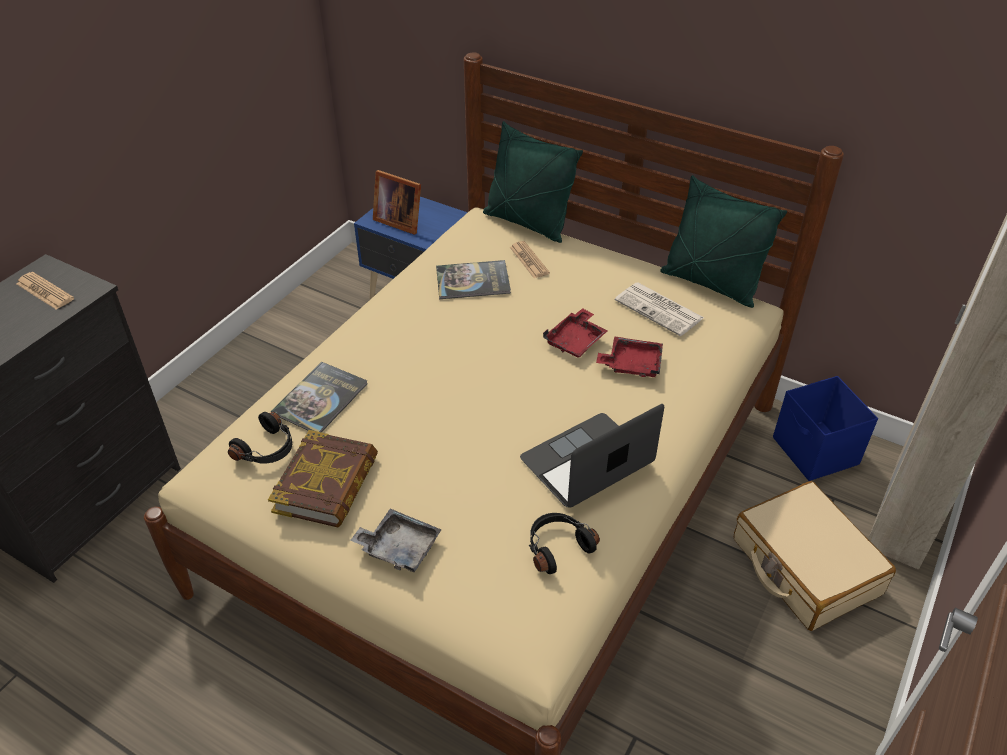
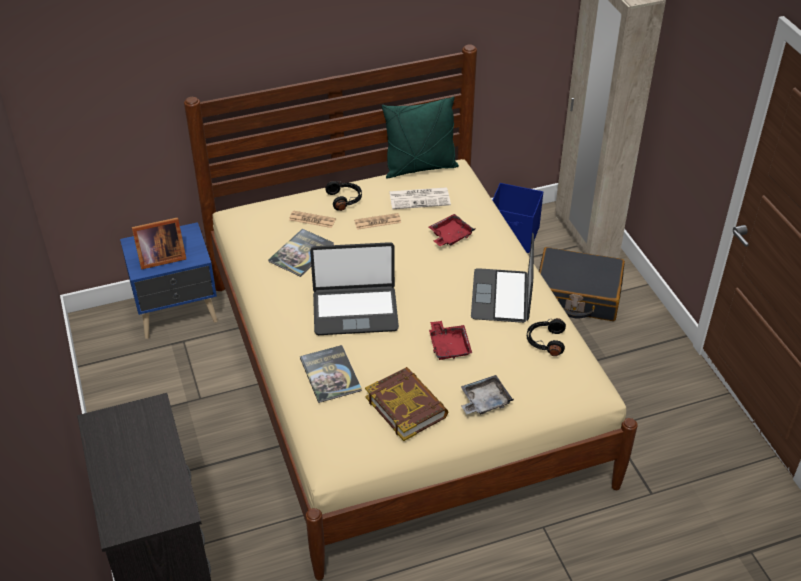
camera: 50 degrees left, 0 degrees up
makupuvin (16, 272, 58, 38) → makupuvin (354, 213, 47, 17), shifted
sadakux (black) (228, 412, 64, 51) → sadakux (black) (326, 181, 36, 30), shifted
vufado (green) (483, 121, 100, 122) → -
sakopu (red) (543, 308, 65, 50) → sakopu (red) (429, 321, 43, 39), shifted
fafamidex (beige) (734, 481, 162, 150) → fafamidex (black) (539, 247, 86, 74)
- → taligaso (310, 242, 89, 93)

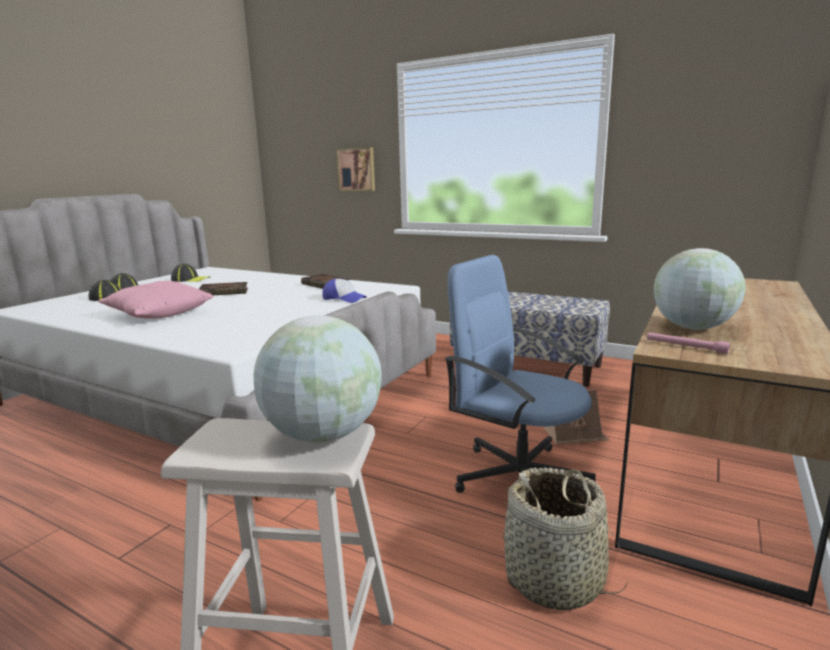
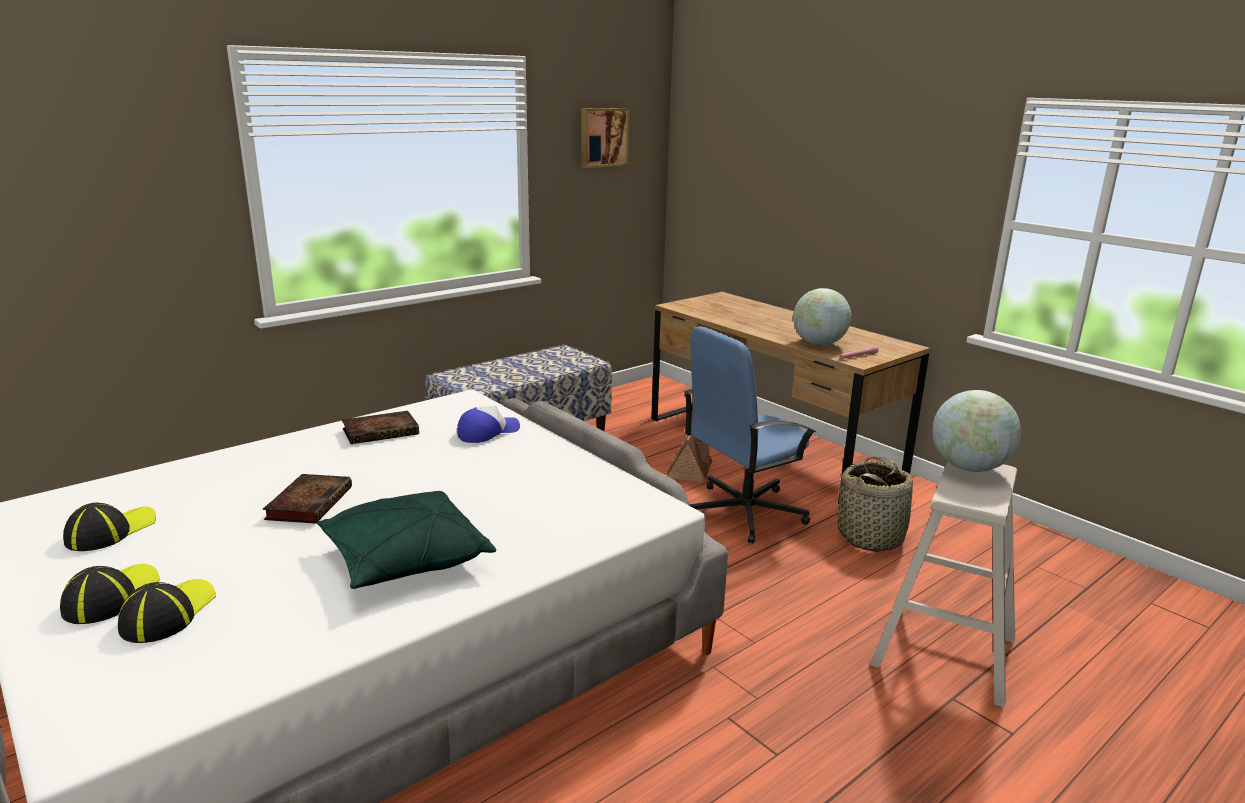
camera: 70 degrees left, 5 degrees up
vufado (pink) (98, 281, 116, 38) → vufado (green) (317, 491, 179, 98)
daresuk (337, 147, 38, 44) → daresuk (581, 108, 48, 60), shifted

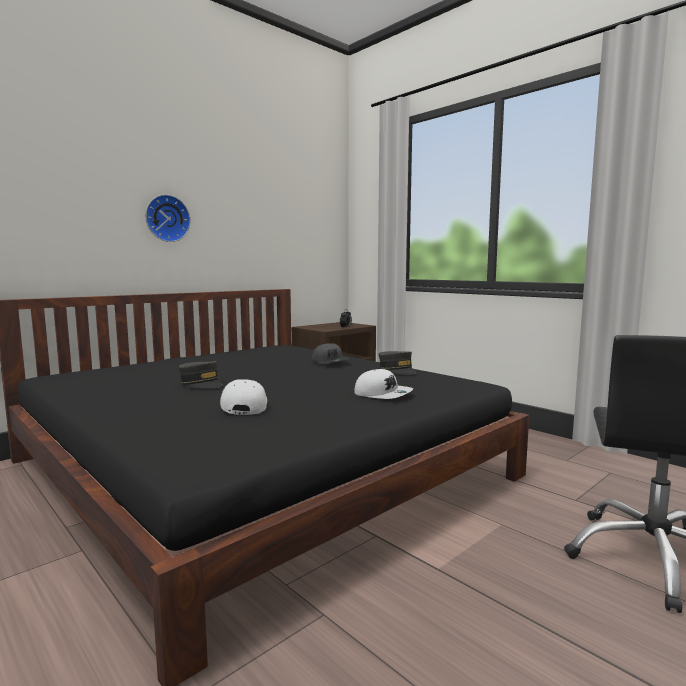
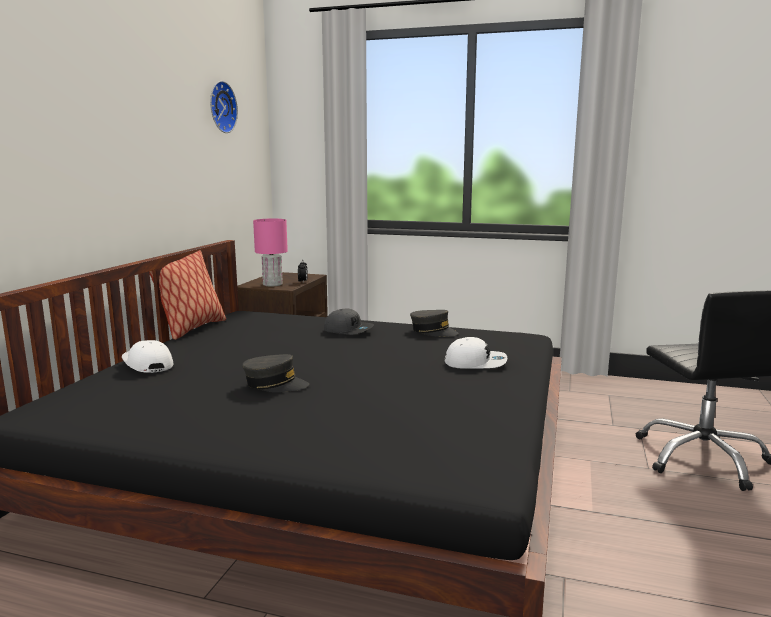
camera: 30 degrees left, 5 degrees up
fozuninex (145, 194, 45, 48) → fozuninex (210, 81, 28, 52), shifted
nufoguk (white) (220, 379, 47, 36) → nufoguk (white) (122, 340, 51, 33), shifted
- → vufado (149, 250, 77, 90)
- → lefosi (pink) (253, 219, 35, 68)

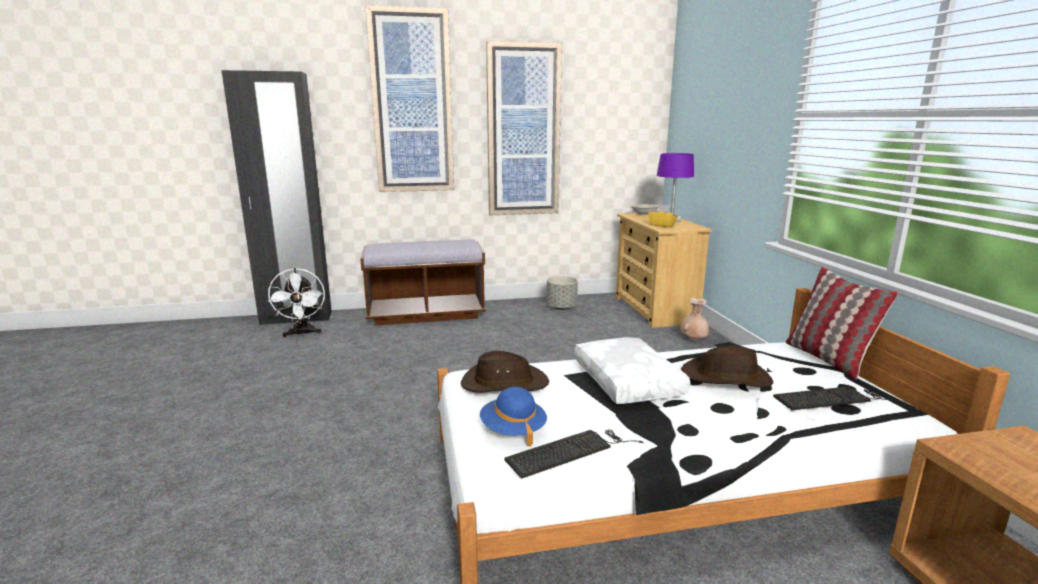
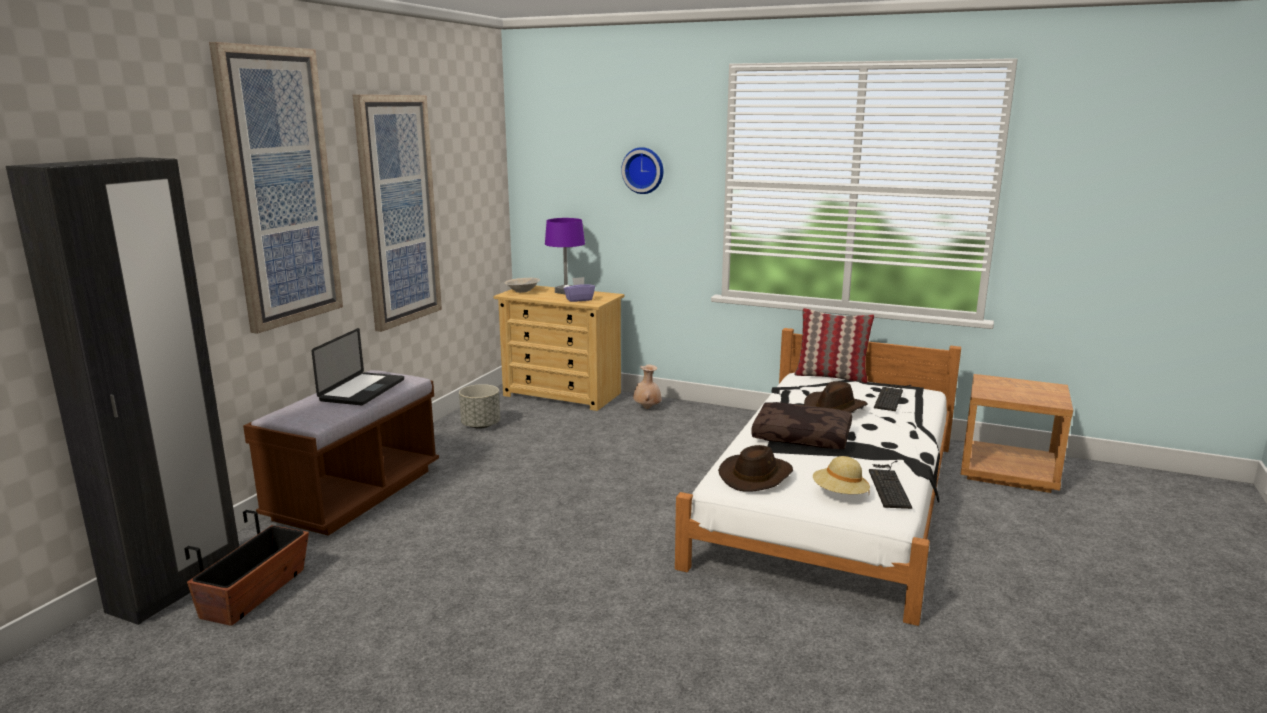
camera: 55 degrees left, 0 degrees up
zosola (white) (268, 268, 57, 69) → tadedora (184, 510, 125, 116)
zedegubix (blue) (480, 387, 67, 59) → zedegubix (beige) (813, 456, 57, 38)
vufado (white) (574, 337, 116, 67) → vufado (brown) (751, 402, 101, 47)
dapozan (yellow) (648, 205, 30, 22) → dapozan (purple) (564, 277, 31, 25)
- → taligaso (312, 328, 92, 77)
- → fozuninex (621, 147, 42, 47)

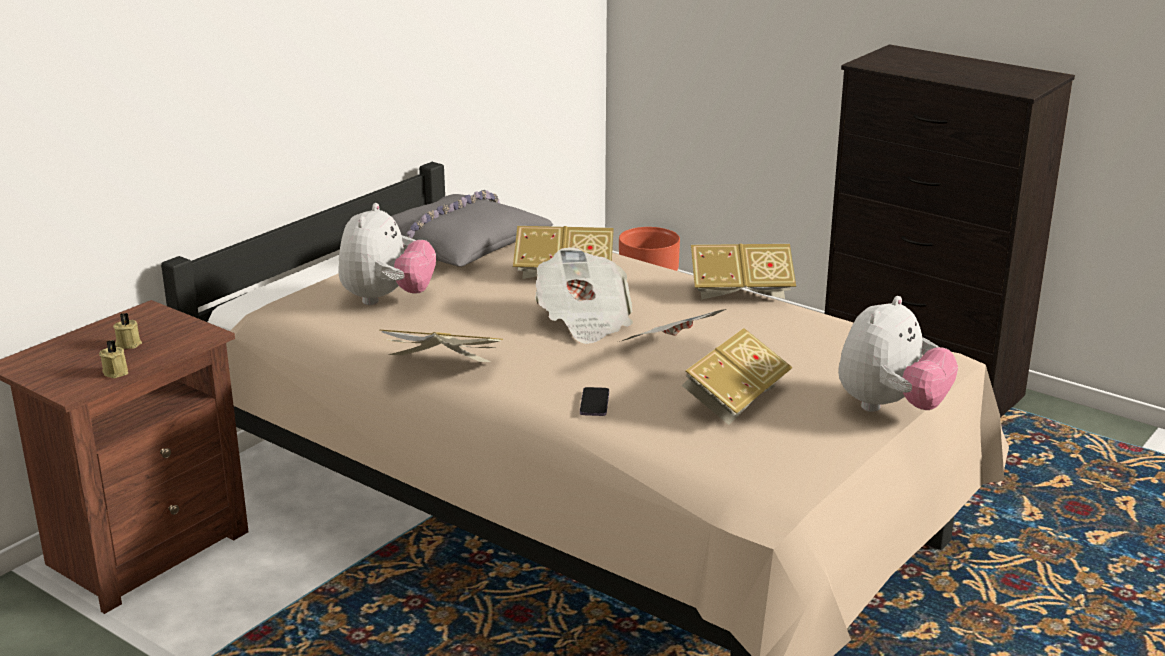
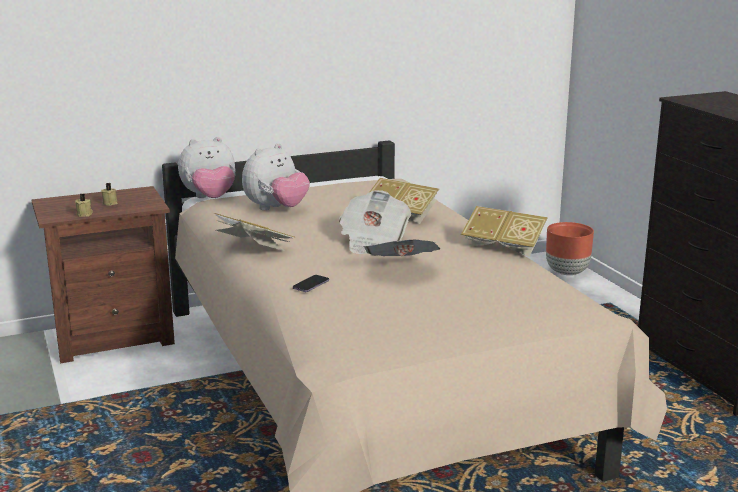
camera: 30 degrees right, 5 degrees down
vufado (grey) (391, 190, 162, 77) → -
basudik (682, 328, 111, 97) → -
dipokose (838, 296, 120, 116) → dipokose (178, 137, 58, 61), shifted

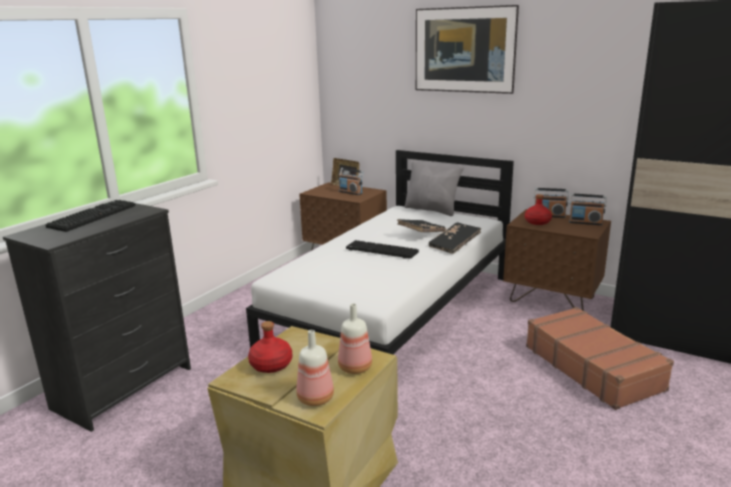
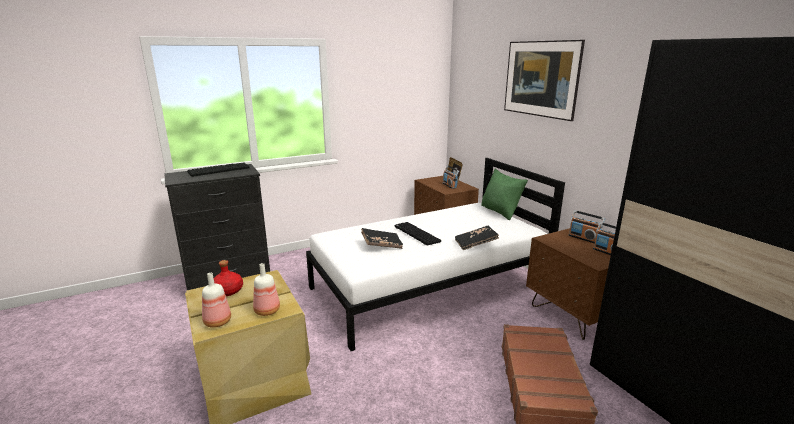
camera: 30 degrees right, 0 degrees up
basudik (black) (397, 219, 49, 13) → basudik (black) (361, 228, 42, 21), shifted
vufado (grey) (405, 161, 59, 55) → vufado (green) (481, 169, 47, 51)
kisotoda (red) (525, 194, 27, 31) → -

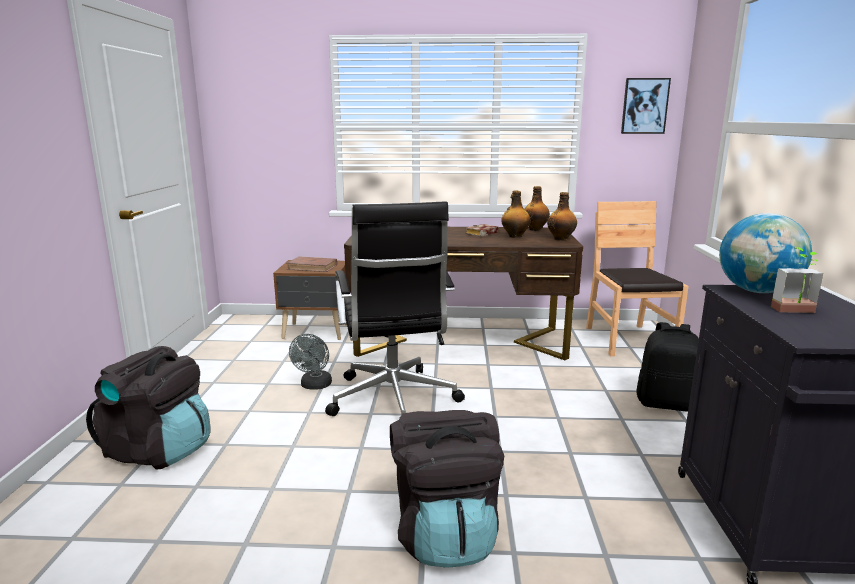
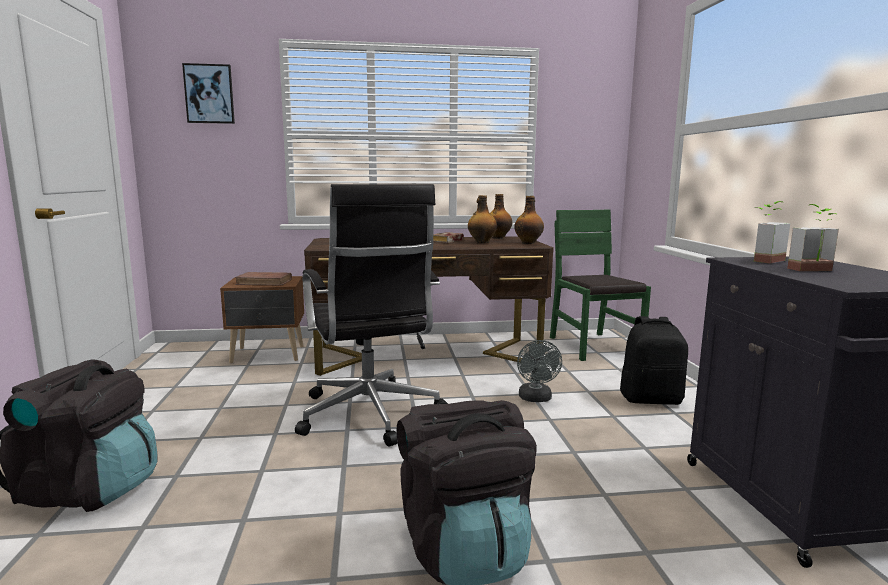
camera: 10 degrees left, 5 degrees down
zosola (grey) (289, 334, 43, 56) → zosola (grey) (517, 340, 45, 62), shifted
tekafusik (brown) (586, 201, 103, 155) → tekafusik (green) (550, 209, 101, 152)
daresuk (621, 78, 50, 56) → daresuk (182, 63, 53, 61), shifted
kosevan (719, 213, 93, 80) → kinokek (754, 201, 36, 62)

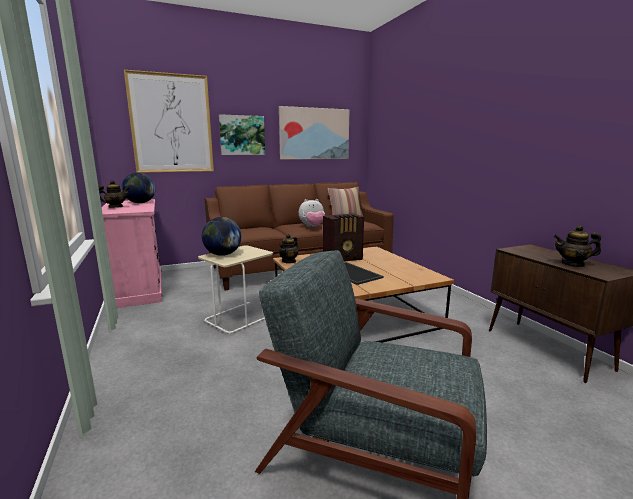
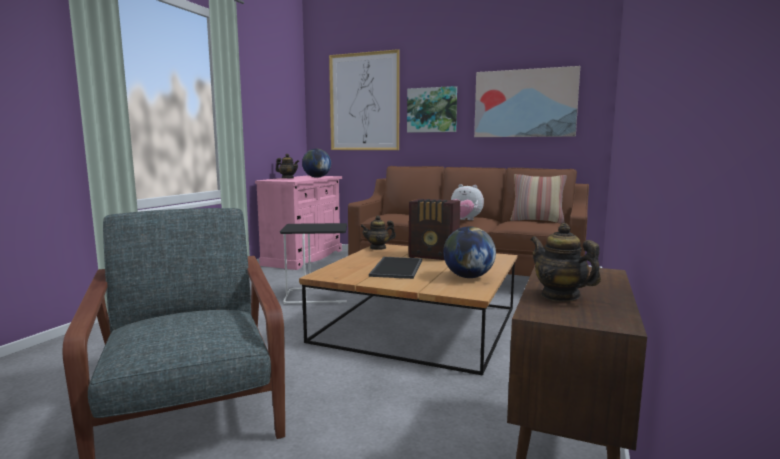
camera: 45 degrees right, 5 degrees down
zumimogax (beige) (198, 245, 75, 89) → zumimogax (black) (280, 223, 67, 81)
kosevan (202, 217, 40, 39) → kosevan (443, 226, 53, 52), shifted

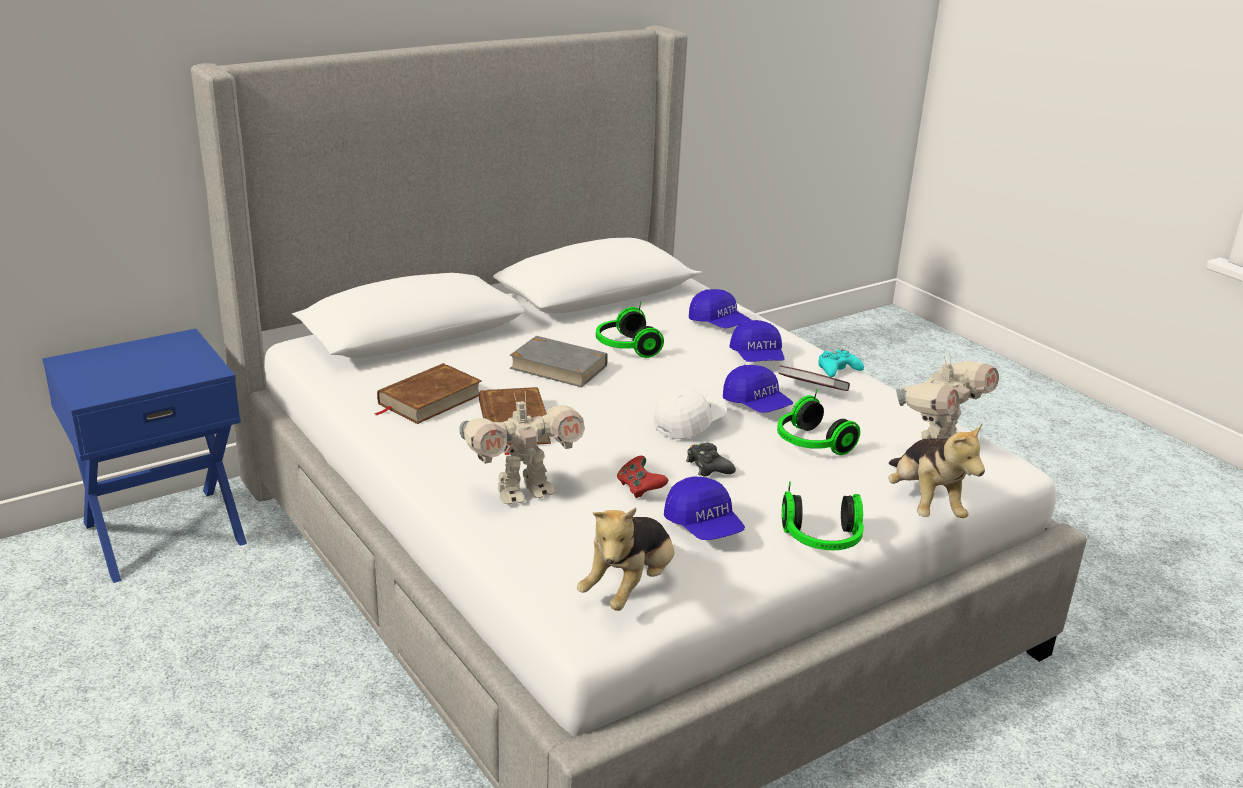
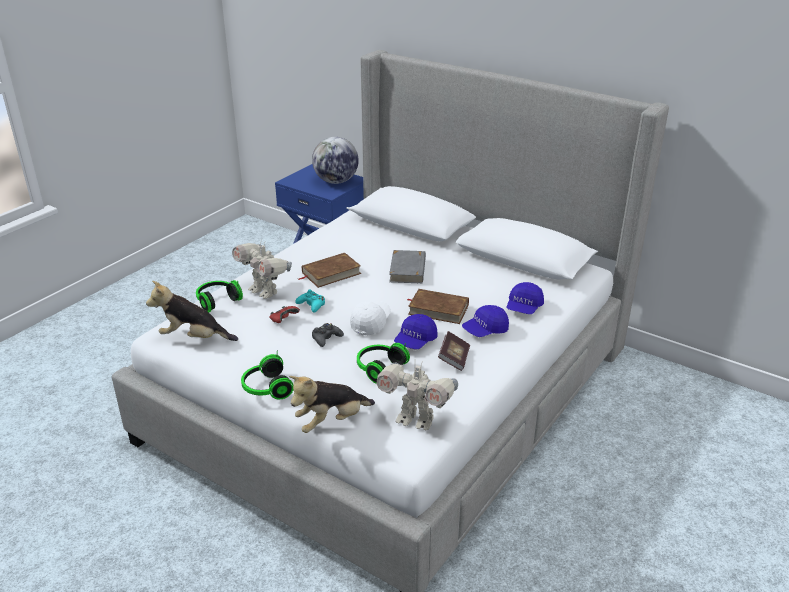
camera: 70 degrees right, 5 degrees up
basudik (brown) (375, 363, 107, 61) → basudik (brown) (408, 289, 61, 35), shifted
sadakux (596, 301, 68, 57) → sadakux (196, 280, 47, 32), shifted
nufoguk (white) (654, 386, 73, 53) → nufoguk (white) (350, 301, 41, 35), 90 degrees counterclockwise
nufoguk (blue) (664, 476, 81, 64) → -
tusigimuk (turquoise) (818, 349, 46, 28) → tusigimuk (turquoise) (295, 289, 30, 24), shifted
- → kosevan (312, 137, 47, 47)

